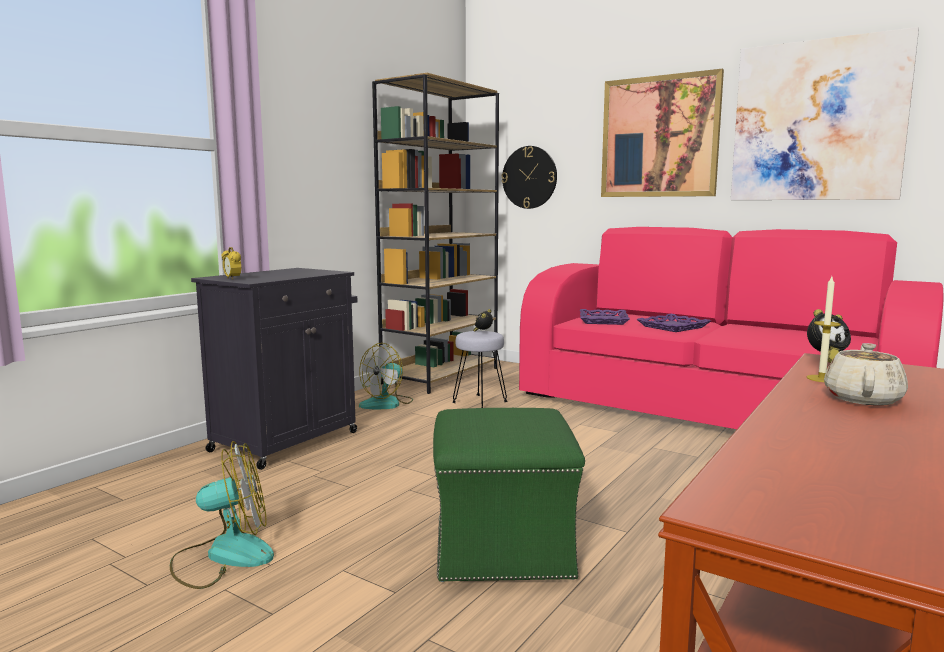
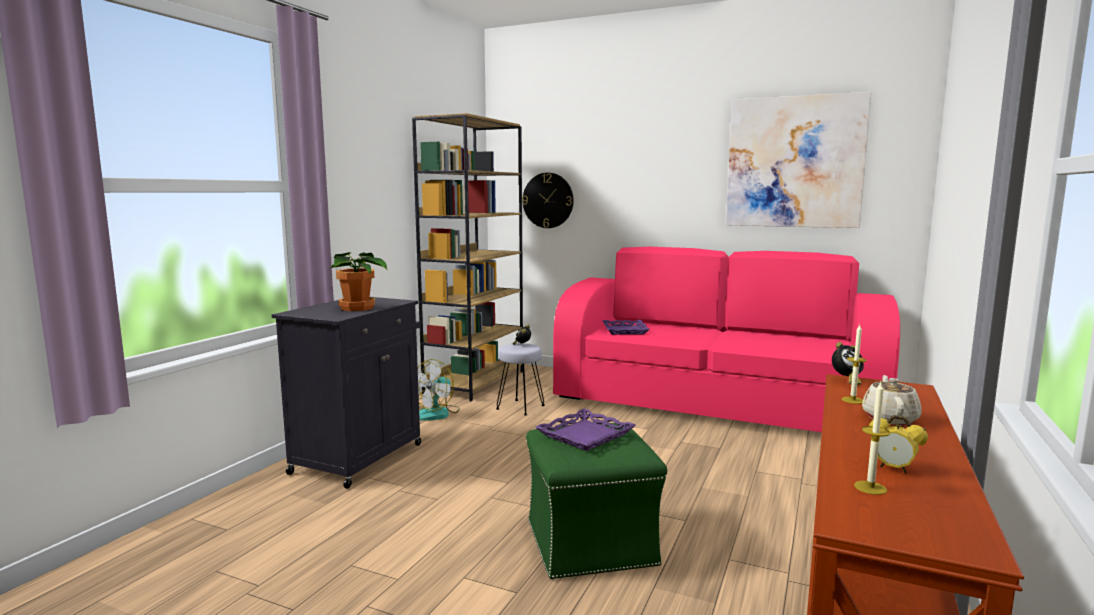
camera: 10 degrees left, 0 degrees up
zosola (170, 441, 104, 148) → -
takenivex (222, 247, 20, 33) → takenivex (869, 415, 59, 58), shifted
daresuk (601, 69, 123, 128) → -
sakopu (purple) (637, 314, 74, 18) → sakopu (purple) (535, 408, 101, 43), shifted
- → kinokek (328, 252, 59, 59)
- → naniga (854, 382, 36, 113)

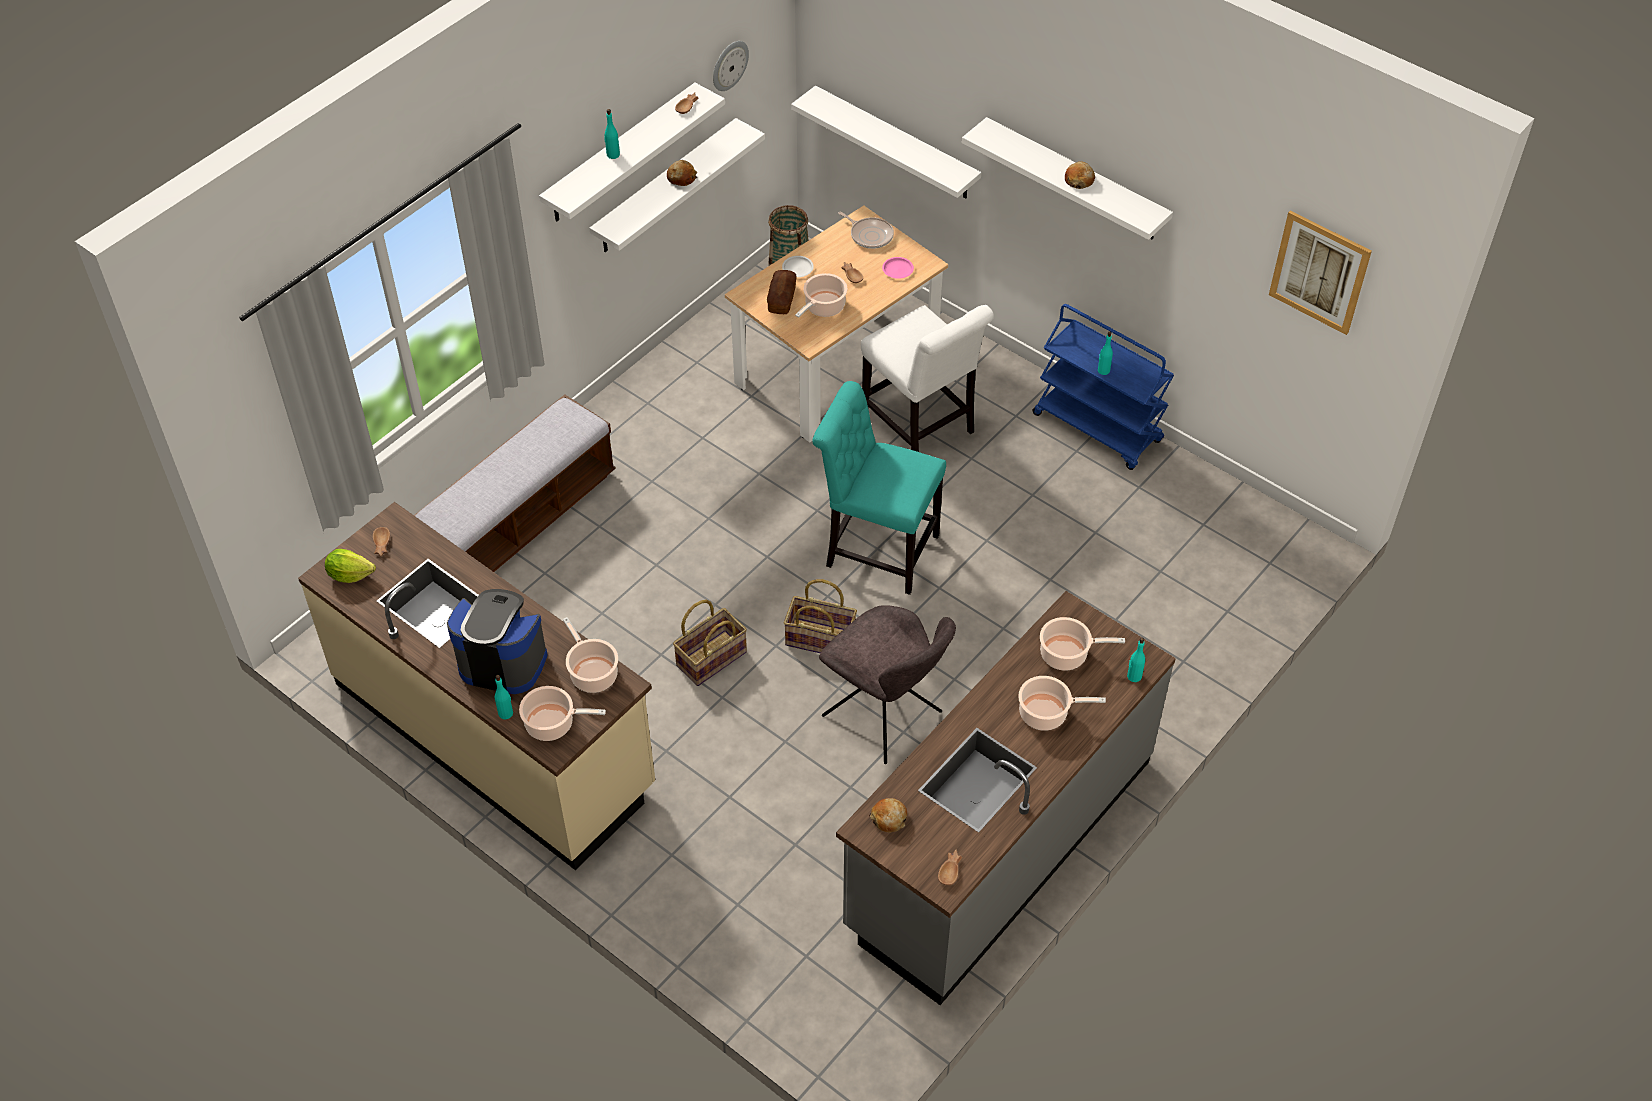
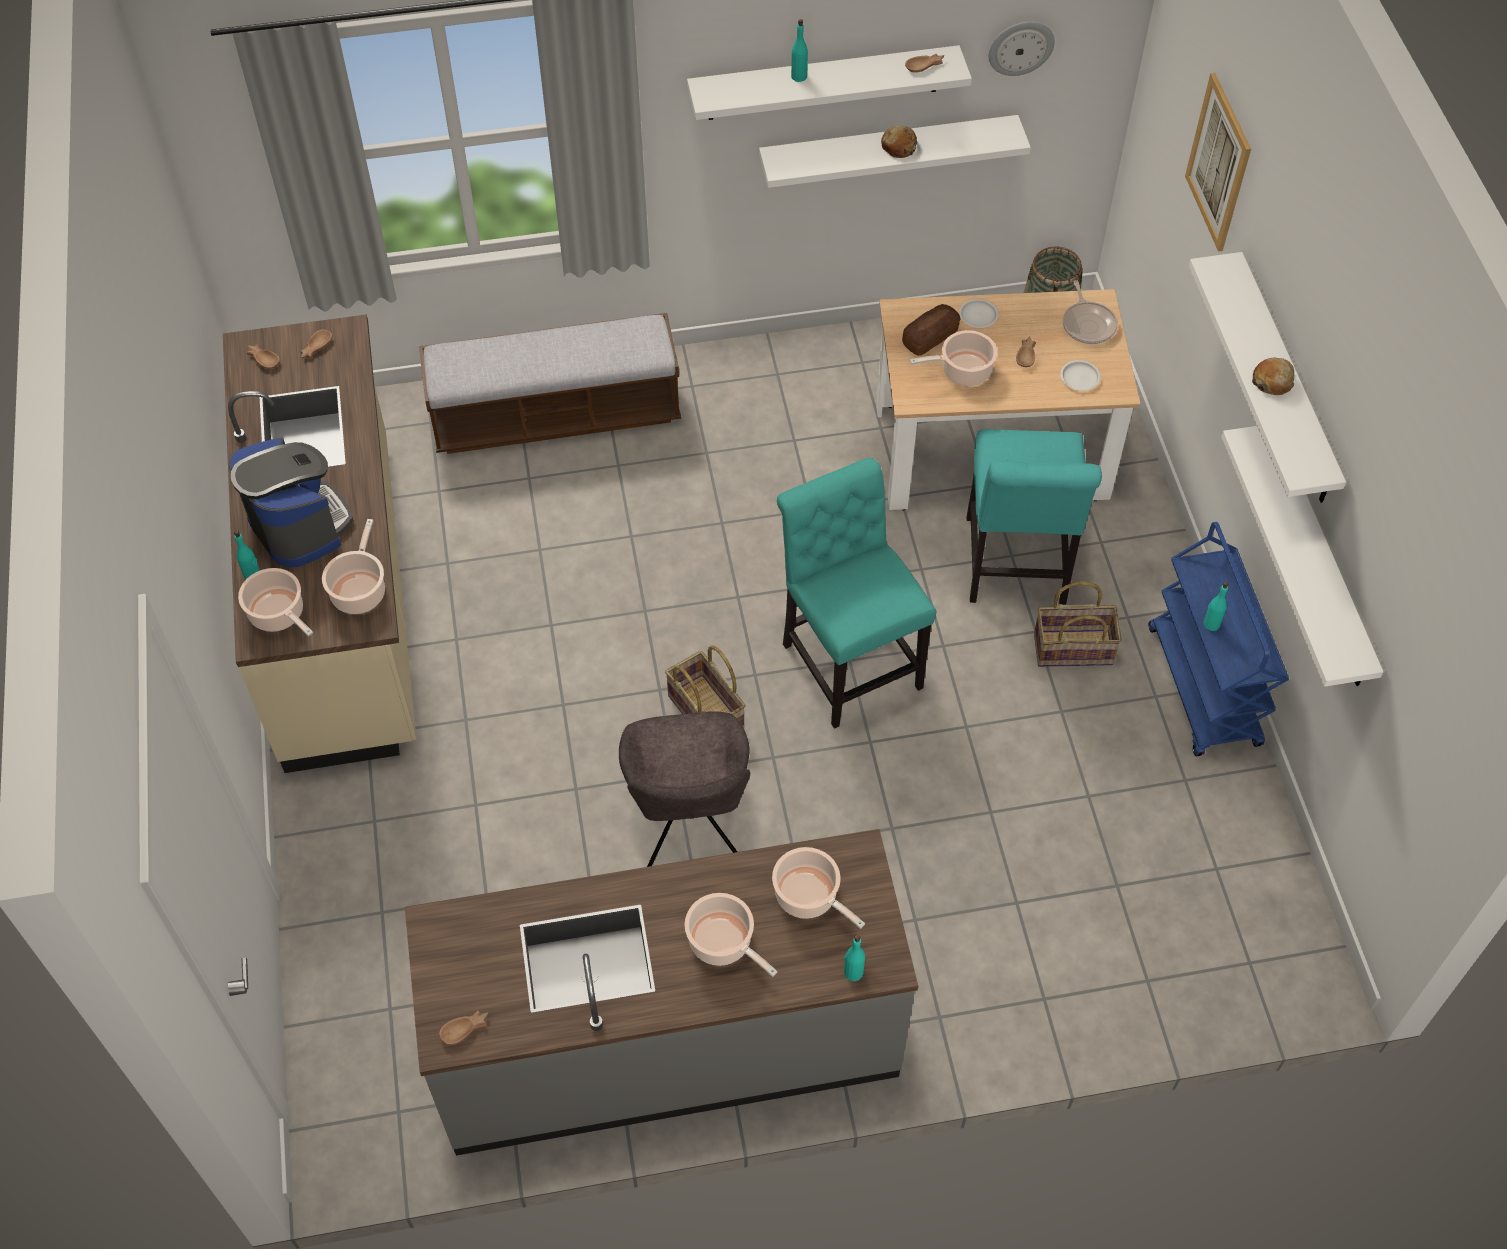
camera: 40 degrees right, 5 degrees up
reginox (325, 549, 51, 34) → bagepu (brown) (247, 344, 33, 25)
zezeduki (673, 600, 74, 86) → zezeduki (1034, 581, 88, 86), shifted
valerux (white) (791, 86, 190, 113) → valerux (white) (1221, 426, 162, 261), shifted
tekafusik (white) (861, 305, 133, 147) → tekafusik (turquoise) (967, 429, 135, 176)
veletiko (869, 798, 38, 35) → -
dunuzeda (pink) (882, 257, 32, 22) → dunuzeda (white) (1060, 360, 41, 31)
daresuk (1269, 211, 103, 124) → daresuk (1185, 73, 66, 179), shifted

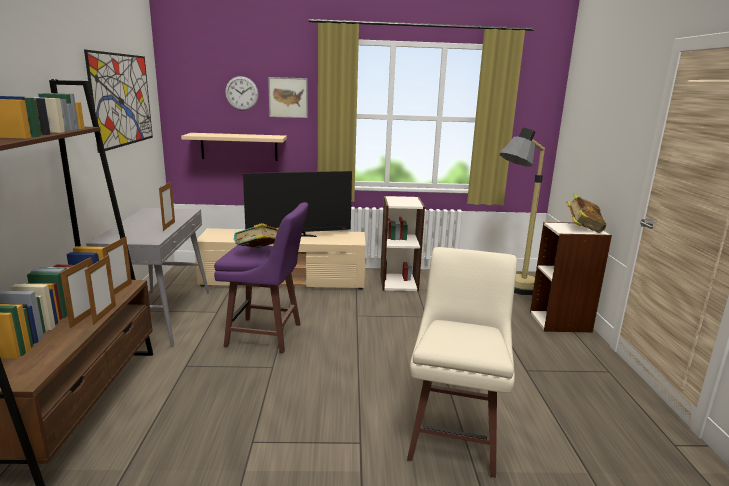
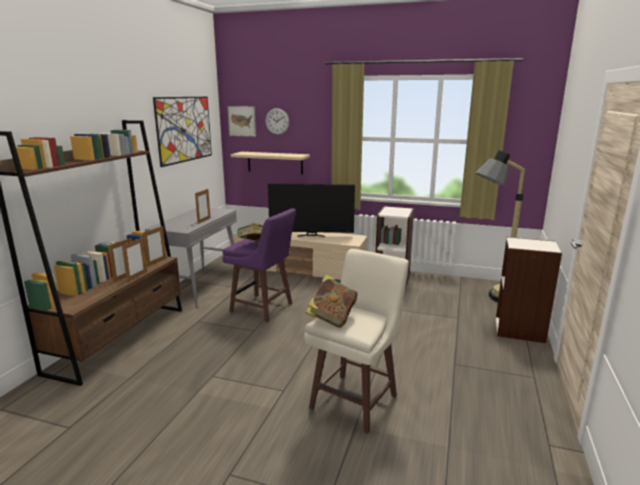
camera: 20 degrees right, 0 degrees up
daresuk (268, 77, 40, 41) → daresuk (227, 106, 29, 31), shifted
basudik (566, 194, 40, 39) → basudik (305, 275, 52, 53), shifted

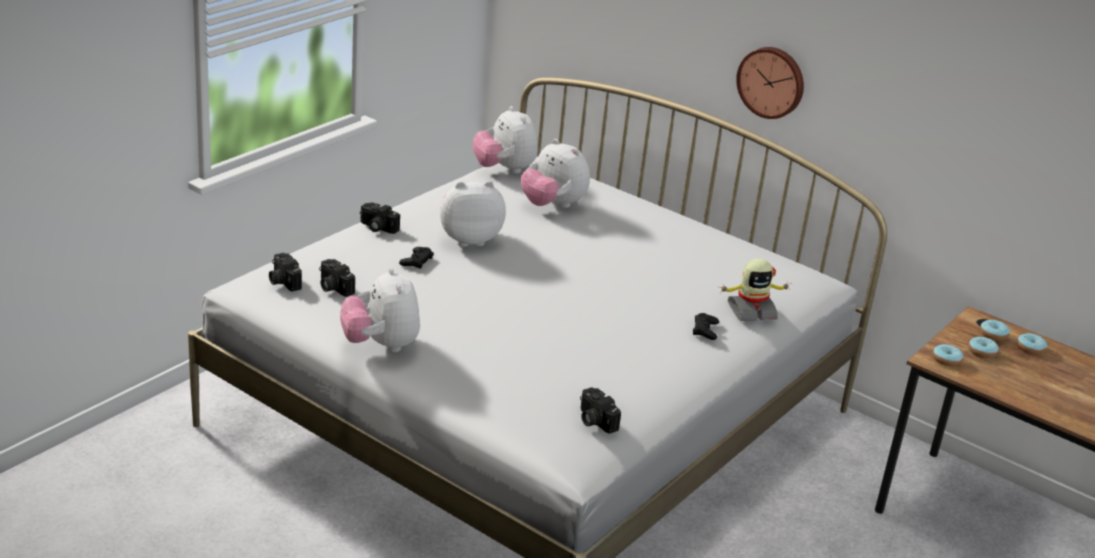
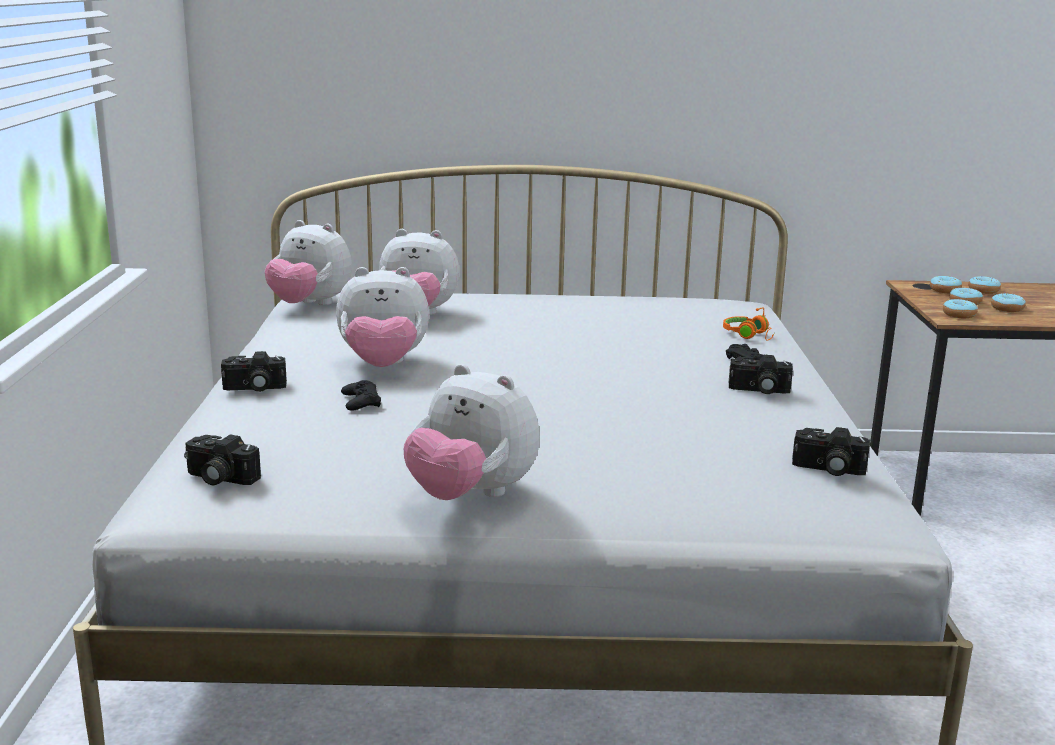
camera: 35 degrees left, 10 degrees down
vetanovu (319, 259, 36, 38) → vetanovu (728, 355, 65, 39), shifted
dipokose (440, 181, 66, 66) → dipokose (336, 267, 93, 100), 135 degrees counterclockwise
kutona (720, 259, 71, 62) → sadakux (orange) (723, 307, 52, 34)
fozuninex (736, 47, 68, 72) → -
- → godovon (991, 293, 35, 19)

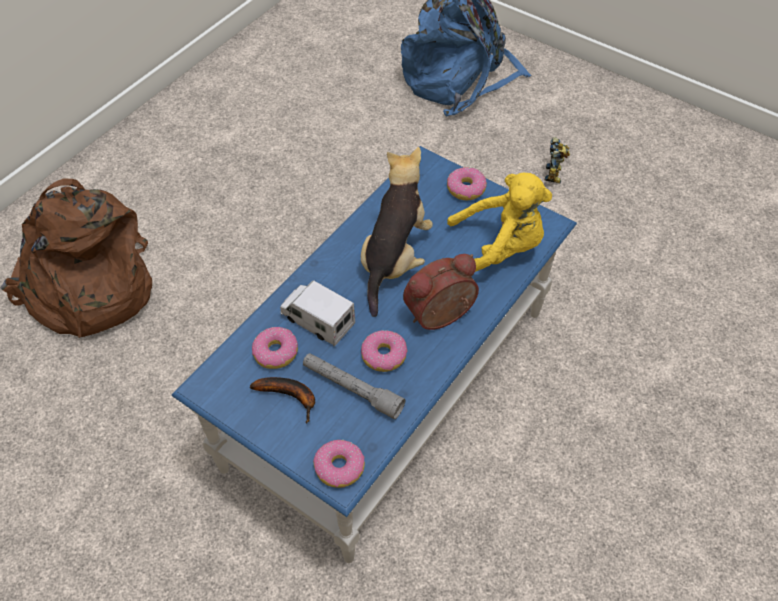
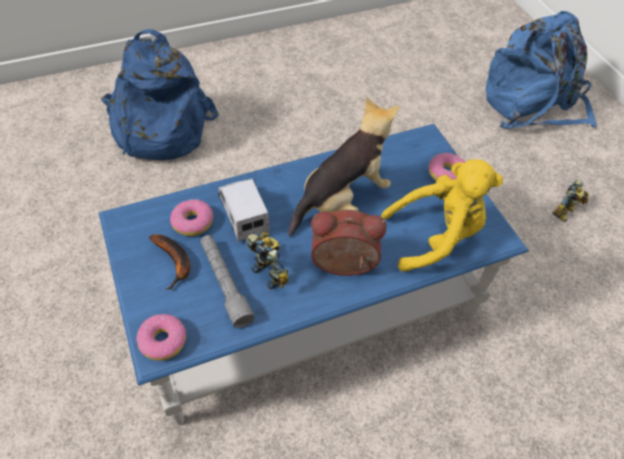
camera: 30 degrees right, 0 degrees up
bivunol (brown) (1, 179, 151, 159) → bivunol (blue) (101, 29, 118, 131)
godovon (361, 330, 47, 42) → kutona (246, 232, 43, 57)
dipokose (yellow) (447, 173, 105, 99) → dipokose (yellow) (381, 159, 122, 113), 45 degrees counterclockwise

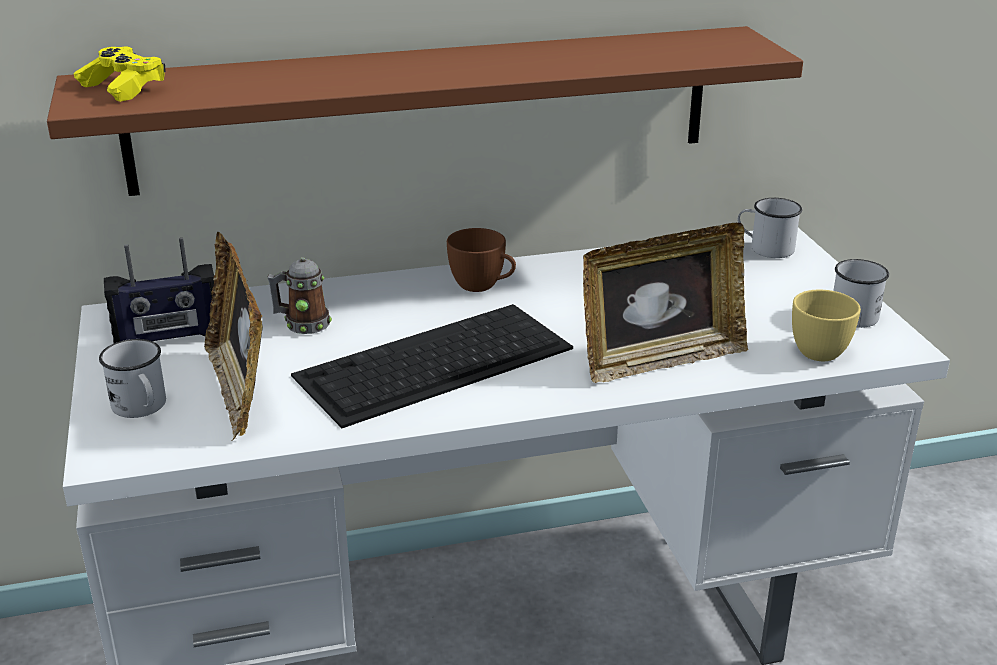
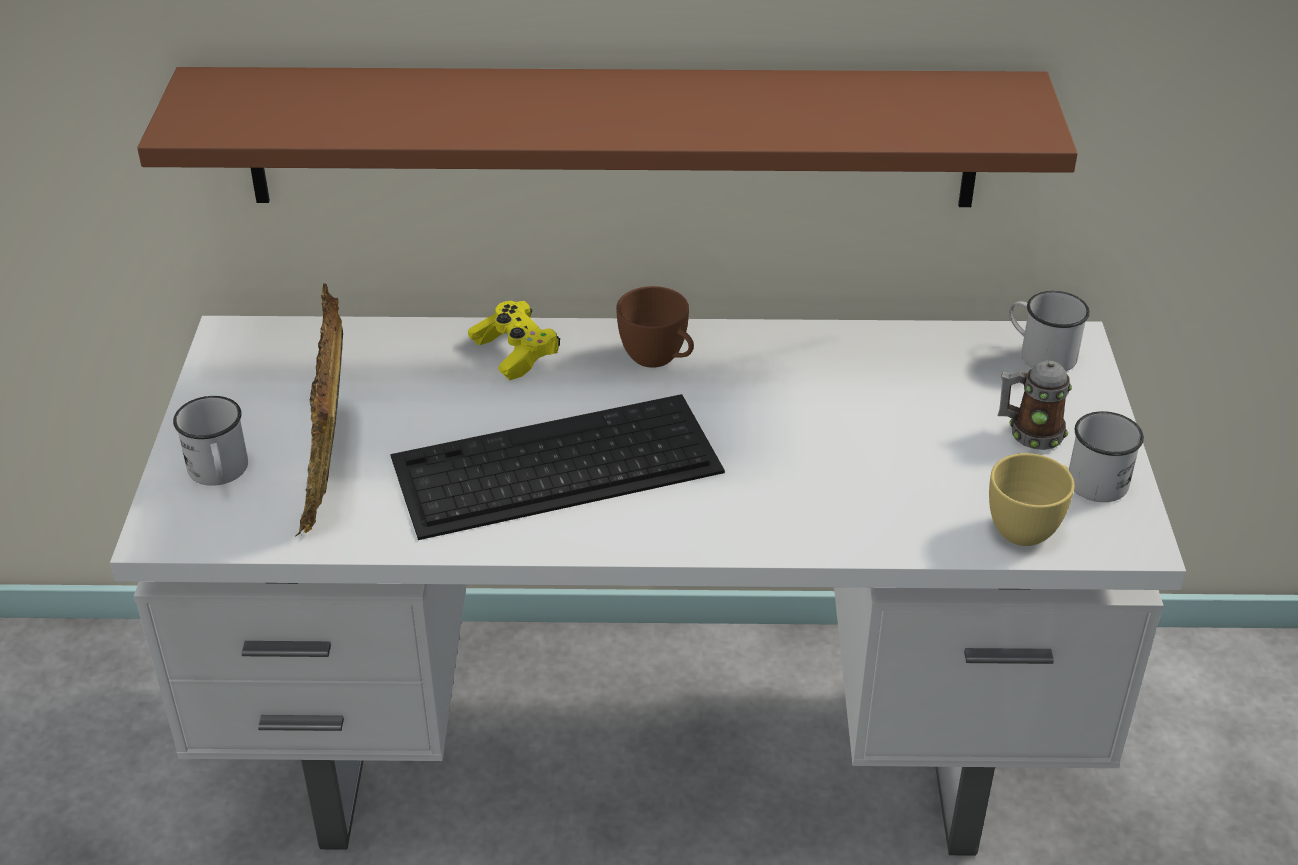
camera: 15 degrees right, 10 degrees up
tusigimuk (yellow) (74, 46, 92, 56) → tusigimuk (yellow) (468, 301, 92, 79), shifted
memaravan (104, 238, 110, 105) → -
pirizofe (267, 257, 65, 77) → pirizofe (998, 361, 74, 89), shifted
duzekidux (583, 223, 165, 160) → -

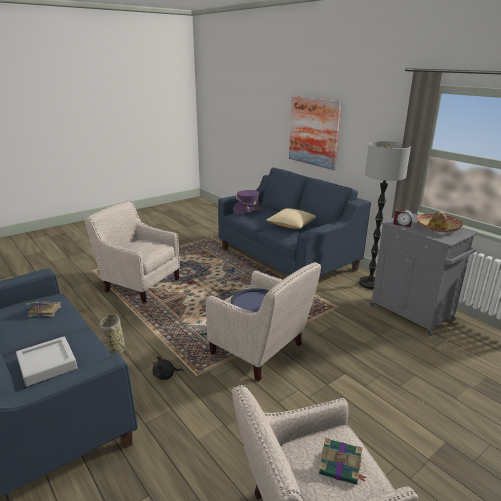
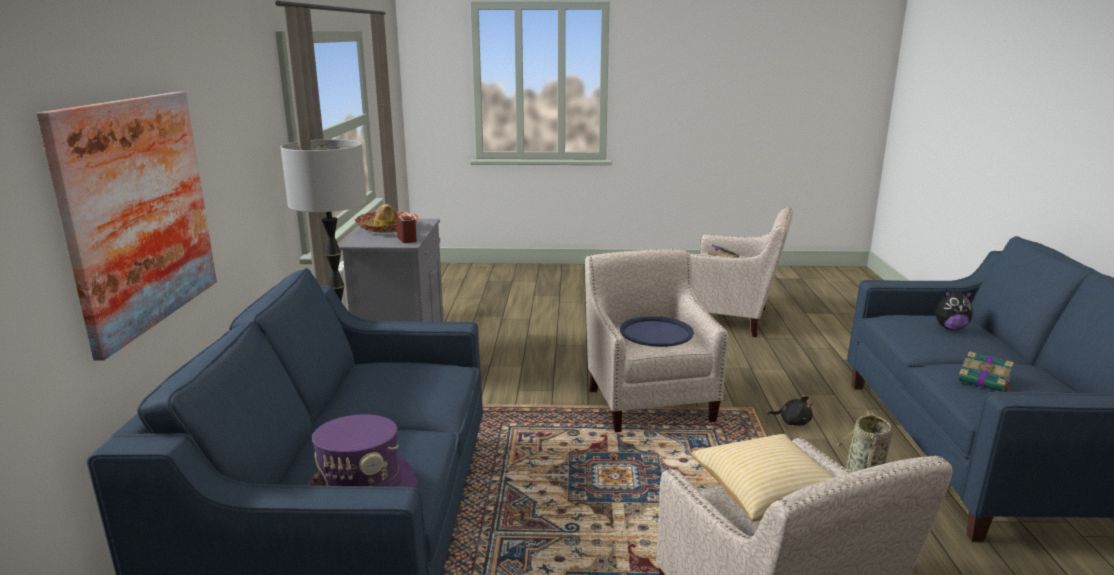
camera: 140 degrees left, 5 degrees down
sakopu (grey) (16, 337, 61, 50) → dipokose (935, 290, 38, 40)
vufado (266, 208, 50, 21) → vufado (691, 434, 143, 87), shifted

